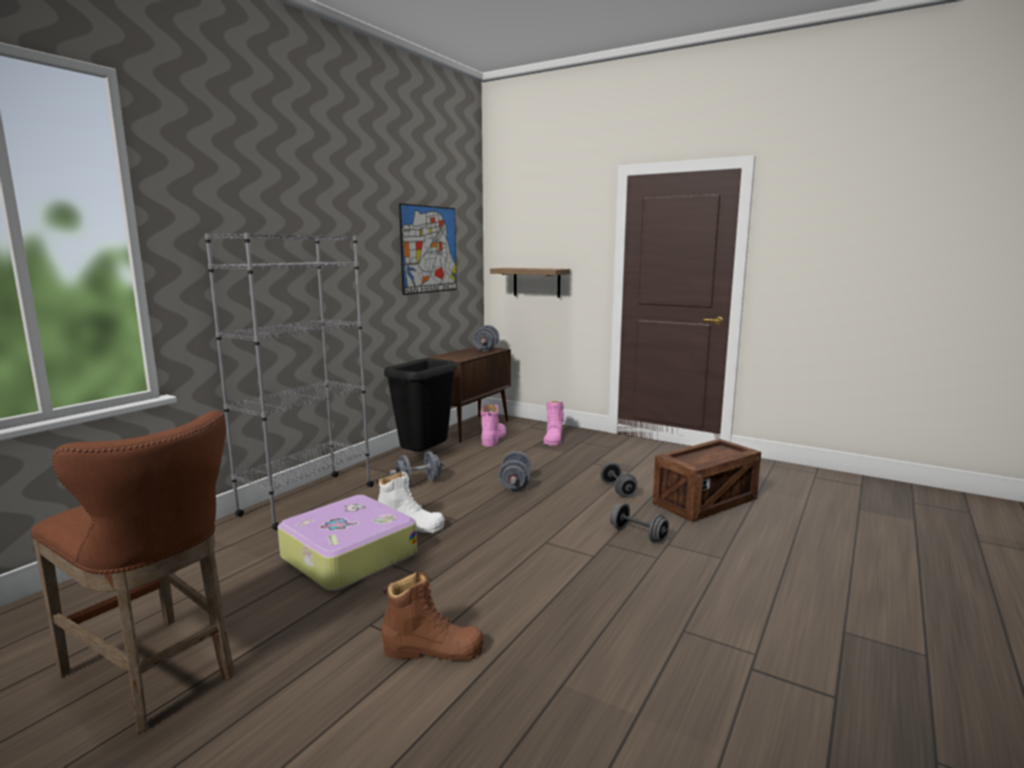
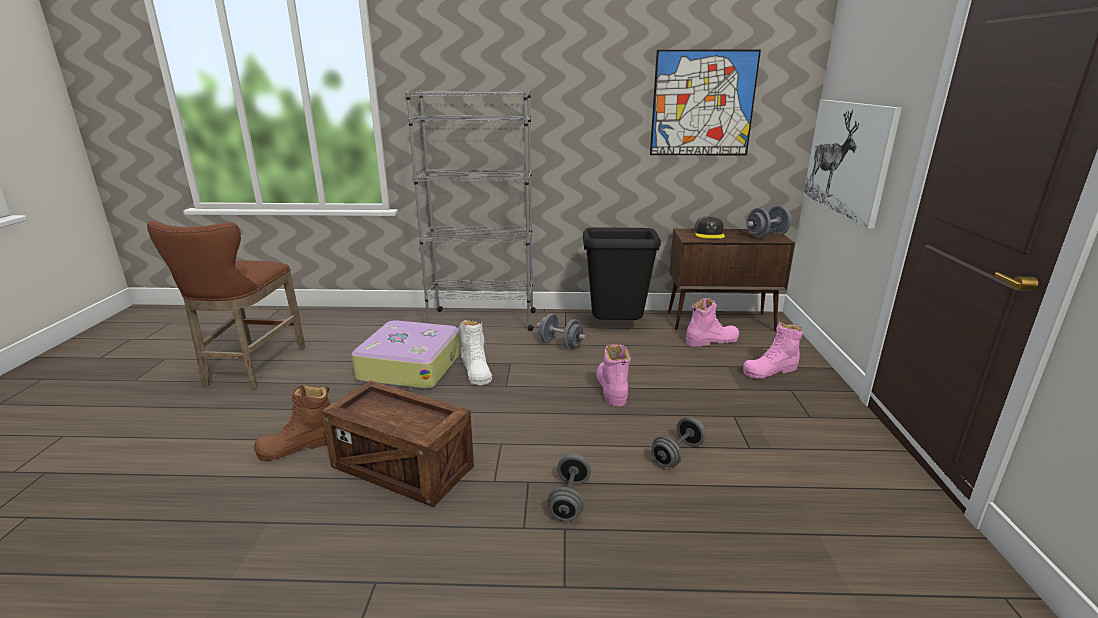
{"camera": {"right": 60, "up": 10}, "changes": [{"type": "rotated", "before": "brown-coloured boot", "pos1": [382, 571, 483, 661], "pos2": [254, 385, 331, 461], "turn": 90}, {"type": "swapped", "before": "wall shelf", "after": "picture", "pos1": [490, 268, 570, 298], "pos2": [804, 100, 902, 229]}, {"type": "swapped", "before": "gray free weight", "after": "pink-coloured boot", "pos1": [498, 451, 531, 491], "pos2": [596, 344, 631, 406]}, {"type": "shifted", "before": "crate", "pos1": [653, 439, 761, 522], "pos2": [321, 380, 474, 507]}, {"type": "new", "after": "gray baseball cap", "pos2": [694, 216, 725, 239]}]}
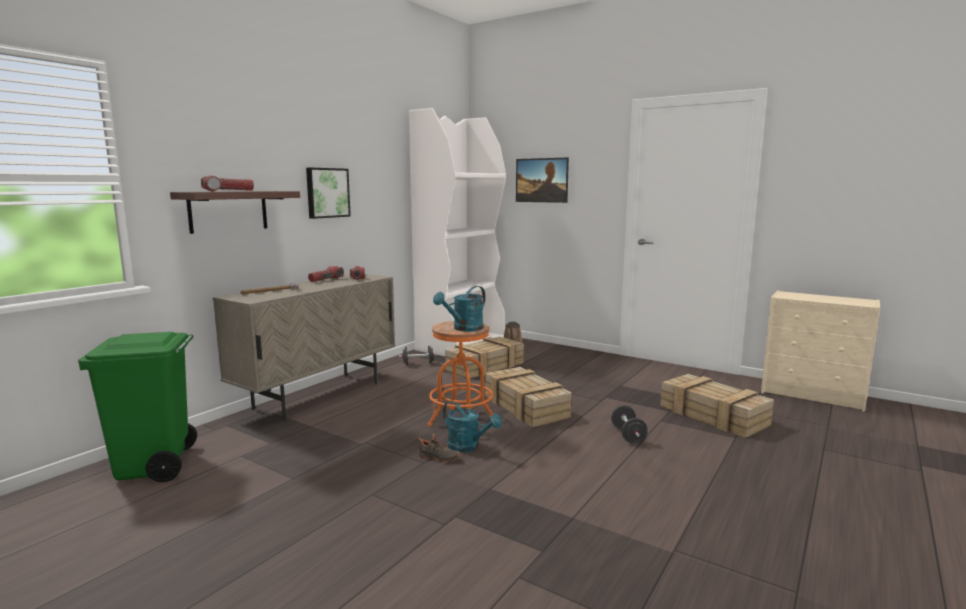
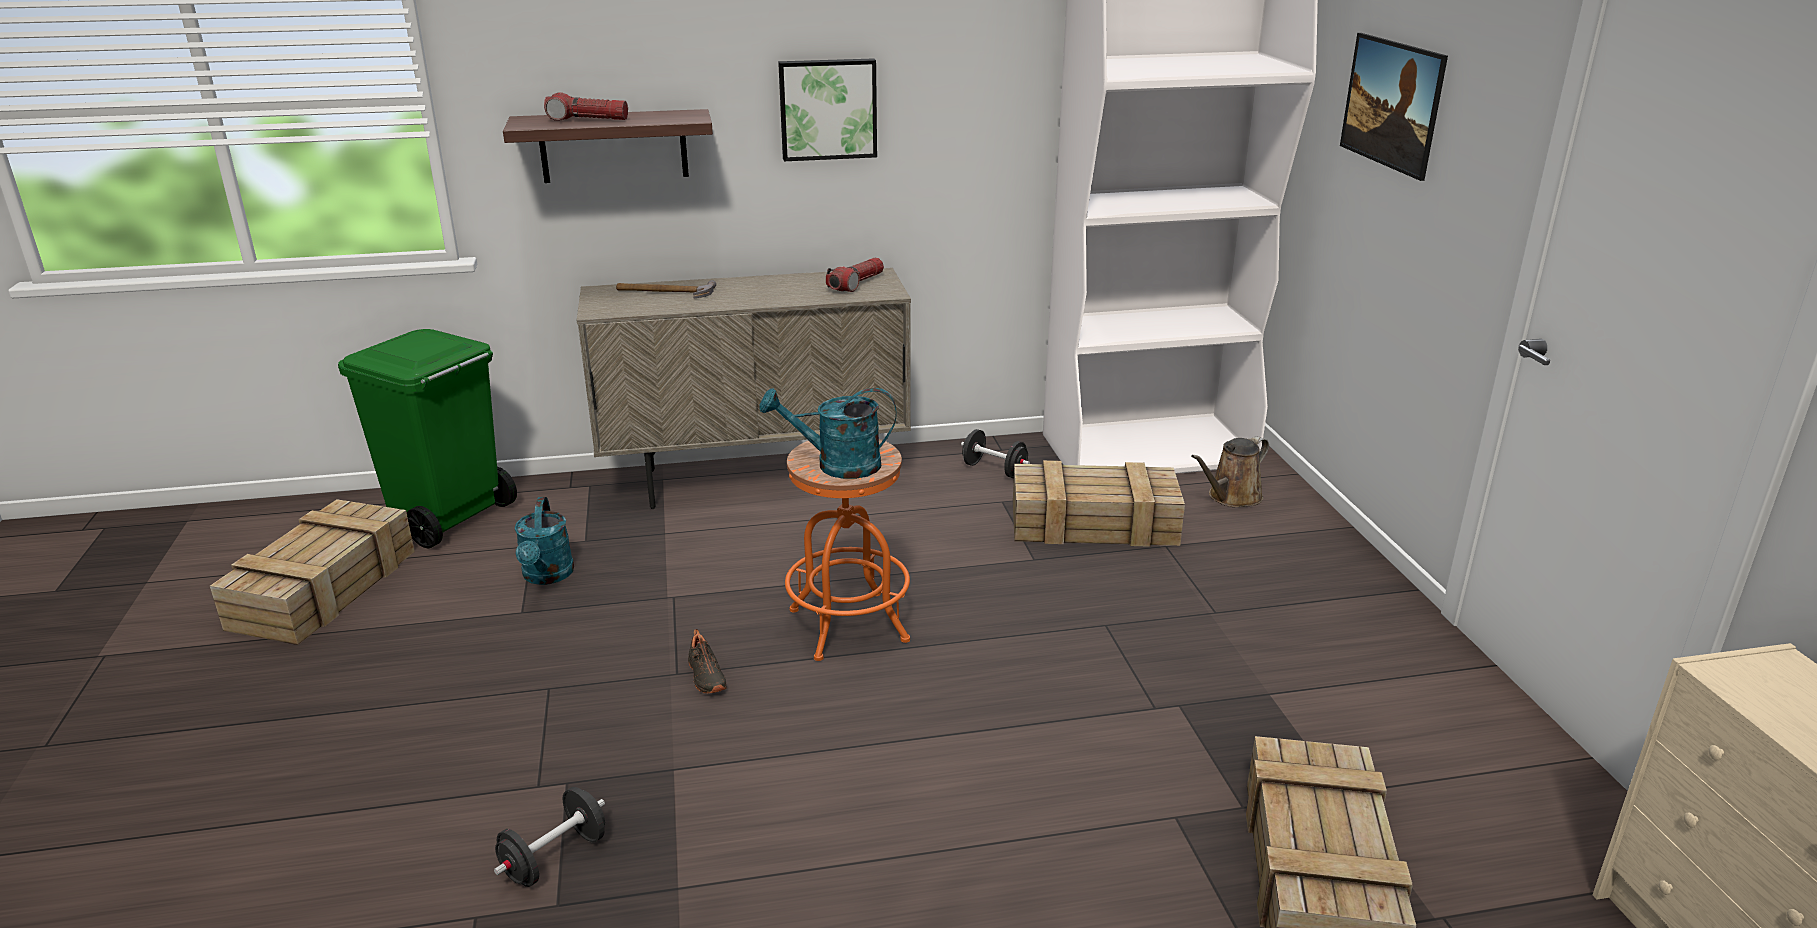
{"camera": {"right": 45, "up": 15}, "changes": [{"type": "gone", "before": "flashlight", "pos1": [308, 266, 344, 282]}, {"type": "shifted", "before": "turquoise-coloured watering pot", "pos1": [443, 401, 502, 452], "pos2": [514, 497, 574, 585]}, {"type": "shifted", "before": "crate", "pos1": [485, 367, 571, 427], "pos2": [210, 499, 415, 645]}, {"type": "shifted", "before": "black free weight", "pos1": [611, 405, 648, 444], "pos2": [494, 787, 605, 887]}]}
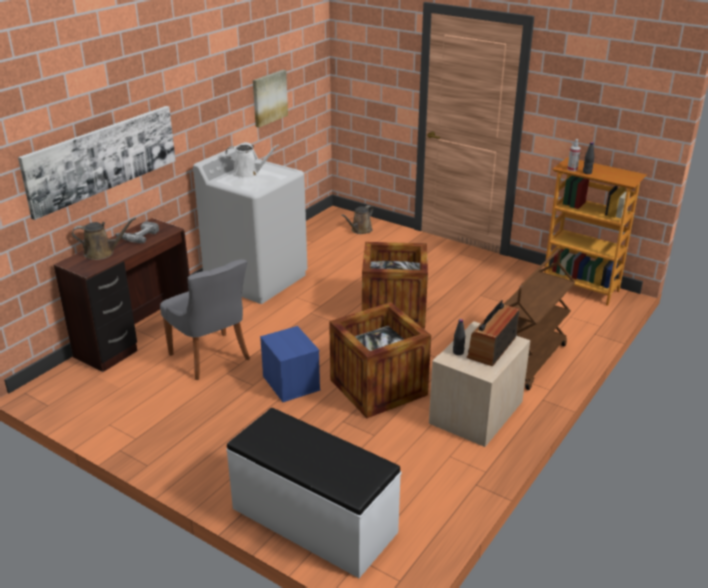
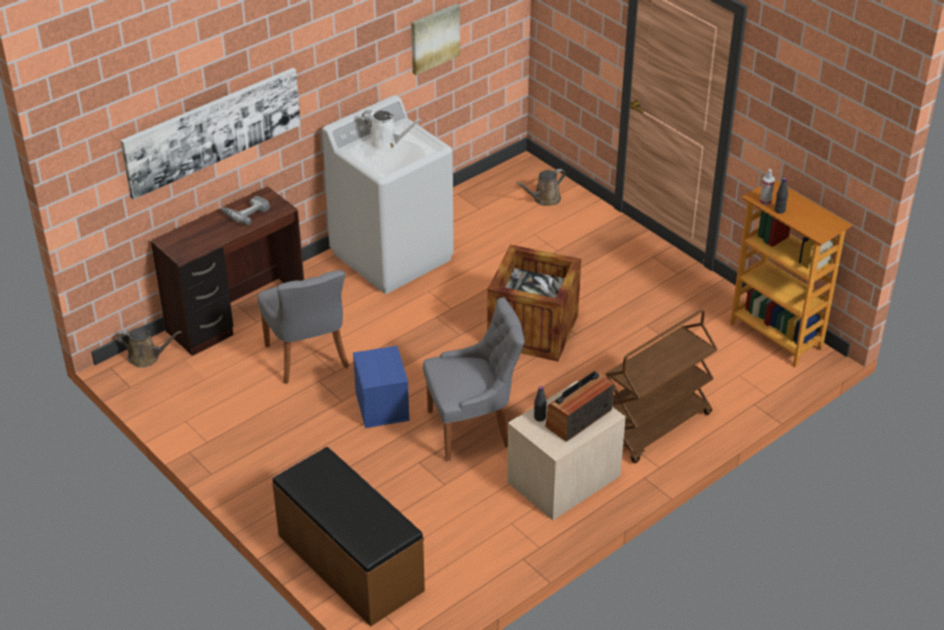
{"camera": {"right": 15, "up": 10}, "changes": [{"type": "shifted", "before": "brown-coloured watering pot", "pos1": [72, 217, 136, 260], "pos2": [116, 328, 182, 368]}, {"type": "repainted", "before": "whitish bench", "after": "brown-coloured bench", "pos1": [226, 408, 401, 578], "pos2": [272, 447, 425, 627]}, {"type": "swapped", "before": "crate", "after": "gray plain chair", "pos1": [329, 302, 431, 418], "pos2": [423, 297, 525, 461]}]}
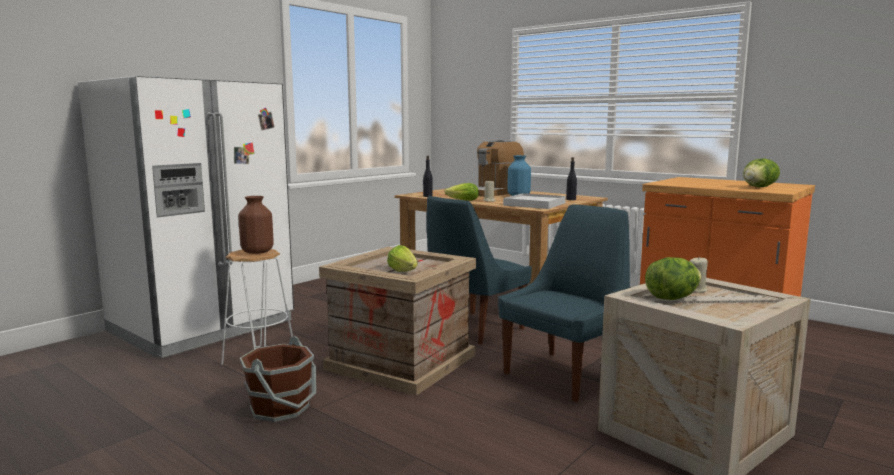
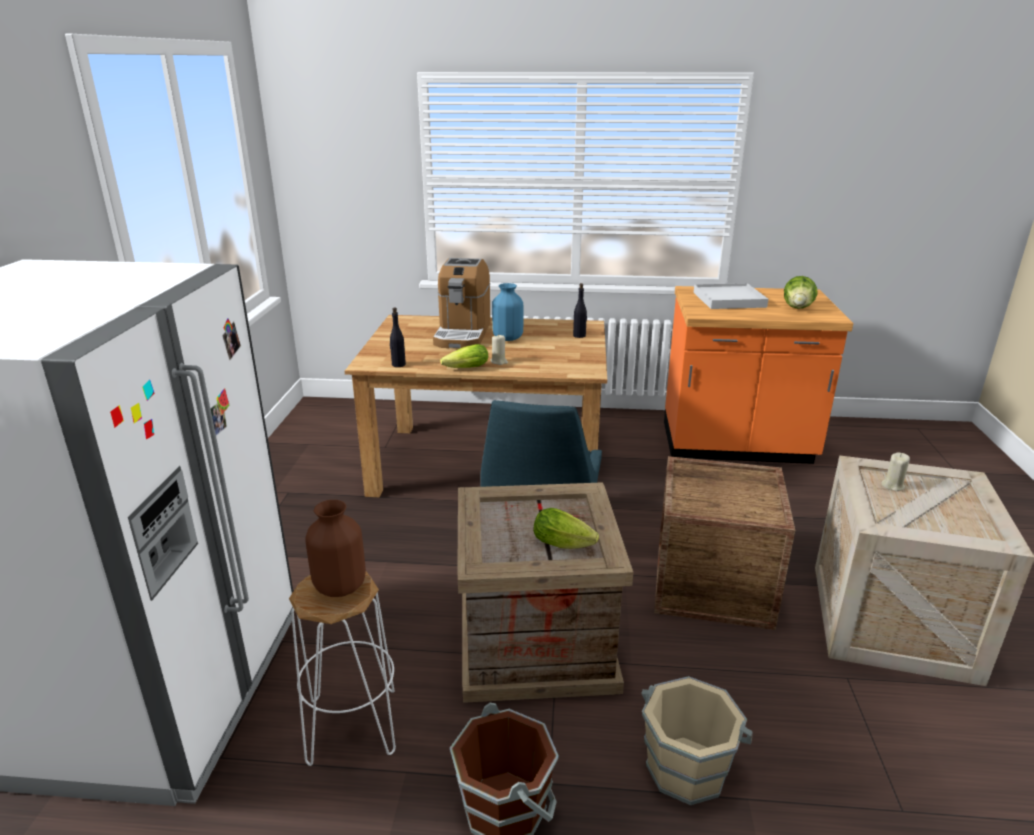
{"camera": {"right": -35, "up": 15}, "changes": [{"type": "swapped", "before": "blue plain chair", "after": "crate", "pos1": [498, 205, 630, 402], "pos2": [654, 456, 795, 630]}, {"type": "shifted", "before": "whitish carrying tray", "pos1": [503, 193, 566, 209], "pos2": [693, 283, 768, 309]}, {"type": "gone", "before": "lettuce", "pos1": [645, 257, 701, 300]}, {"type": "new", "after": "beige pail", "pos2": [641, 676, 752, 805]}]}
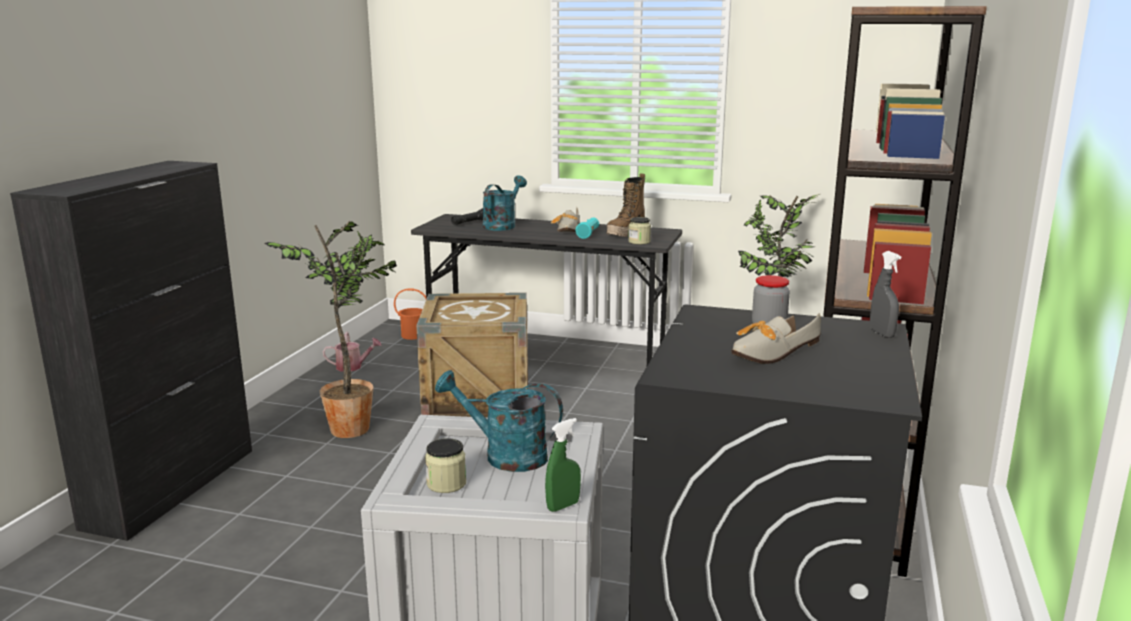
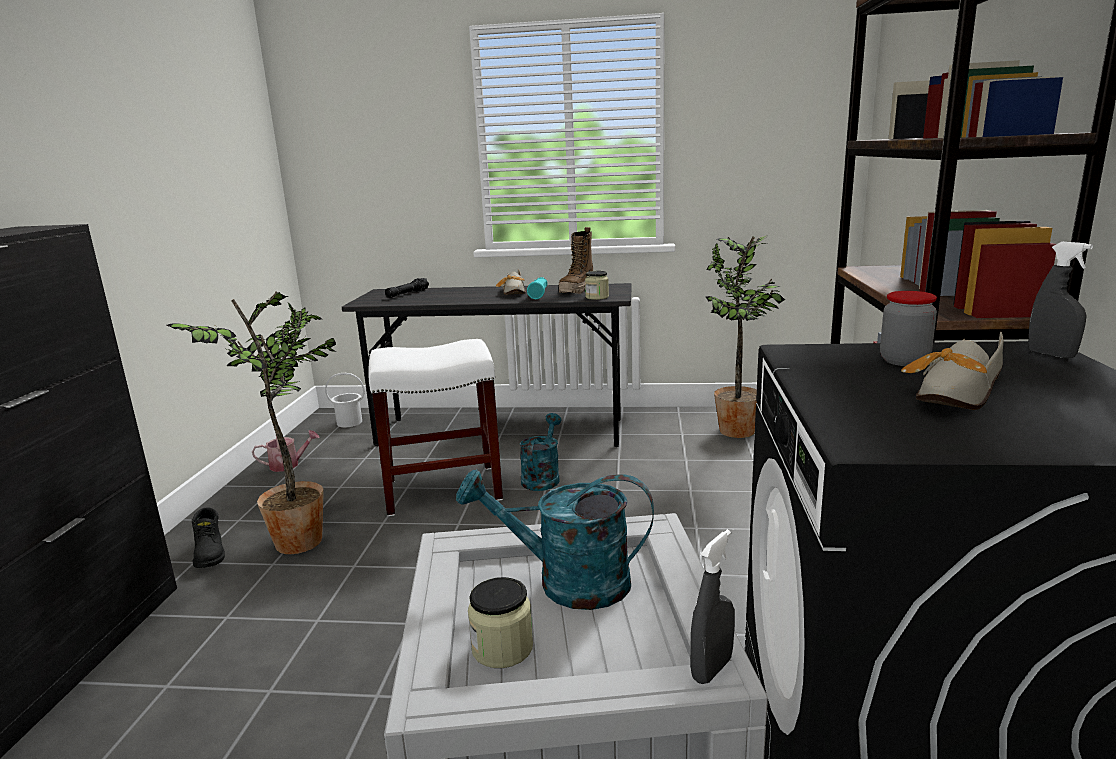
{"camera": {"right": -10, "up": 0}, "changes": [{"type": "repainted", "before": "orangey pail", "after": "whitish pail", "pos1": [394, 288, 426, 340], "pos2": [325, 373, 365, 427]}, {"type": "swapped", "before": "crate", "after": "whitish stool seat", "pos1": [416, 293, 528, 418], "pos2": [368, 339, 503, 516]}, {"type": "shifted", "before": "turquoise-coloured watering pot", "pos1": [483, 175, 527, 231], "pos2": [520, 413, 561, 491]}, {"type": "repainted", "before": "greenish spray bottle", "after": "gray spray bottle", "pos1": [545, 418, 581, 512], "pos2": [690, 530, 735, 684]}, {"type": "new", "after": "black boot", "pos2": [192, 507, 225, 568]}]}
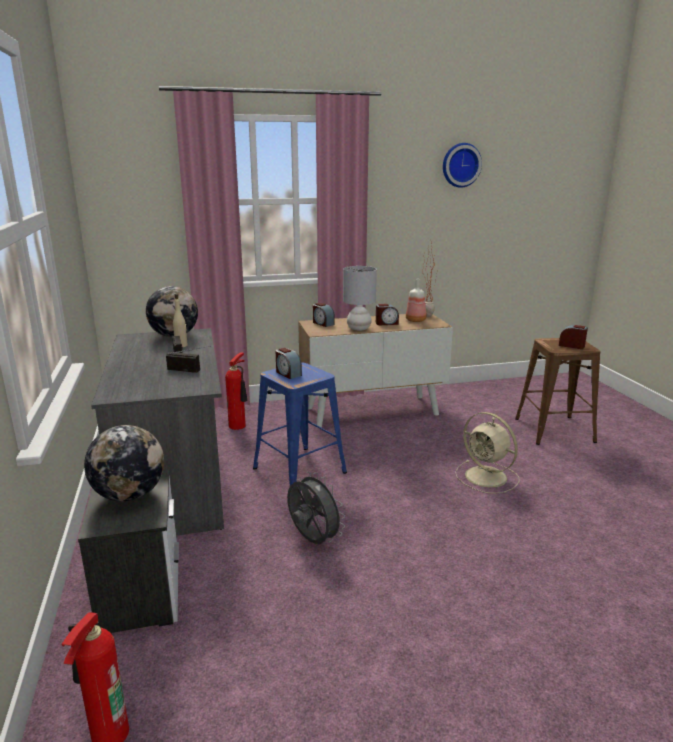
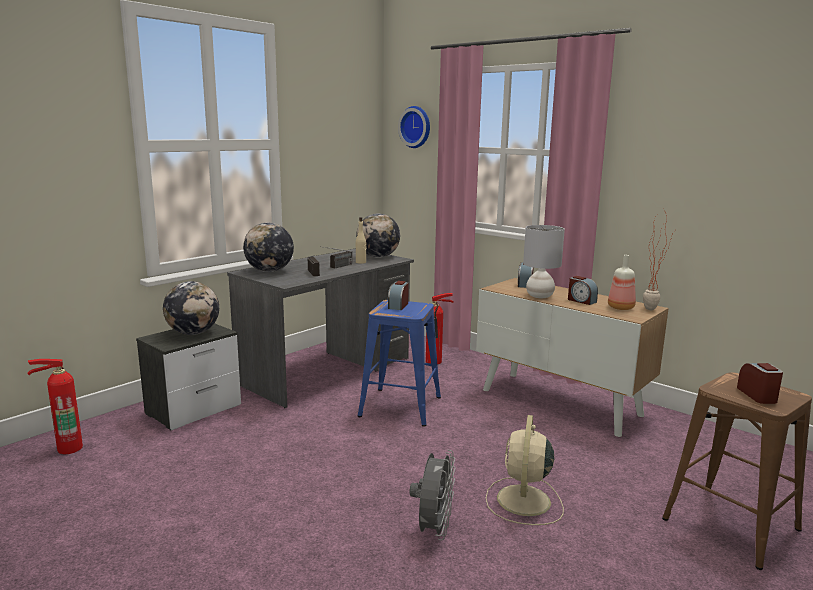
{"camera": {"right": 55, "up": -5}, "changes": [{"type": "shifted", "before": "gray fan", "pos1": [287, 471, 345, 544], "pos2": [409, 450, 456, 540]}, {"type": "shifted", "before": "clock on the wall", "pos1": [443, 143, 482, 188], "pos2": [398, 106, 430, 148]}, {"type": "new", "after": "globe", "pos2": [243, 223, 294, 272]}]}
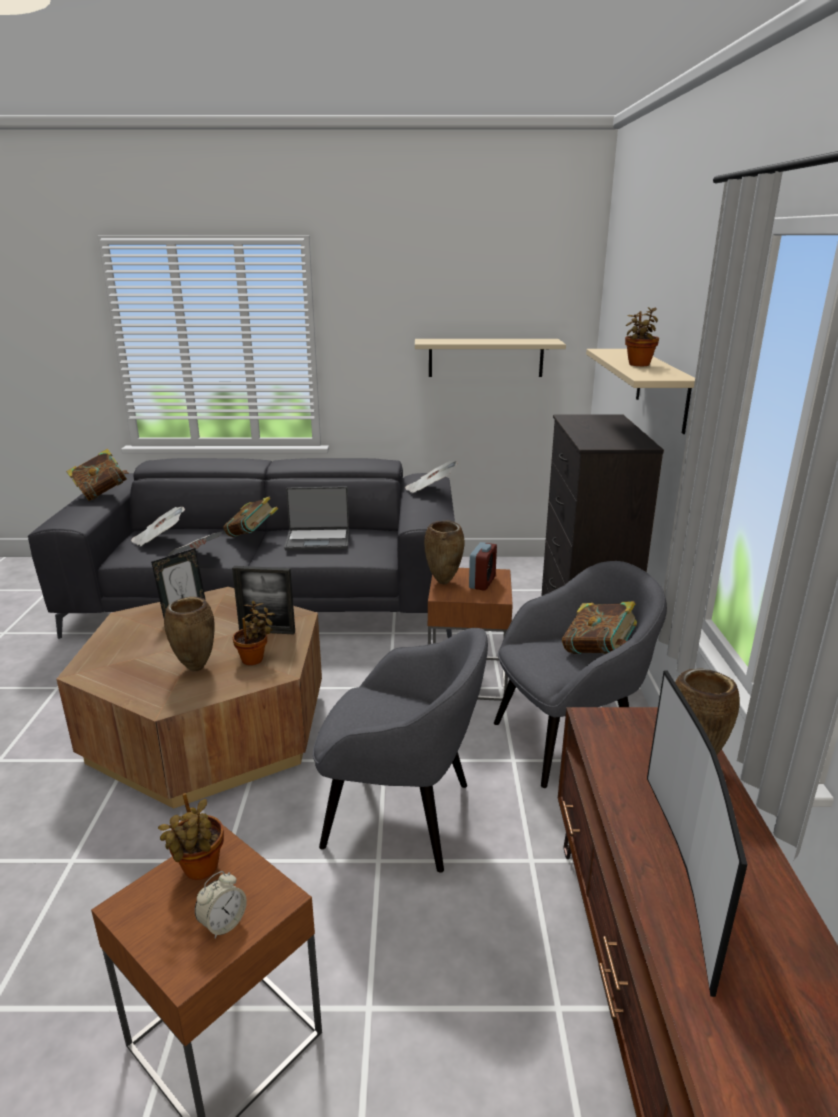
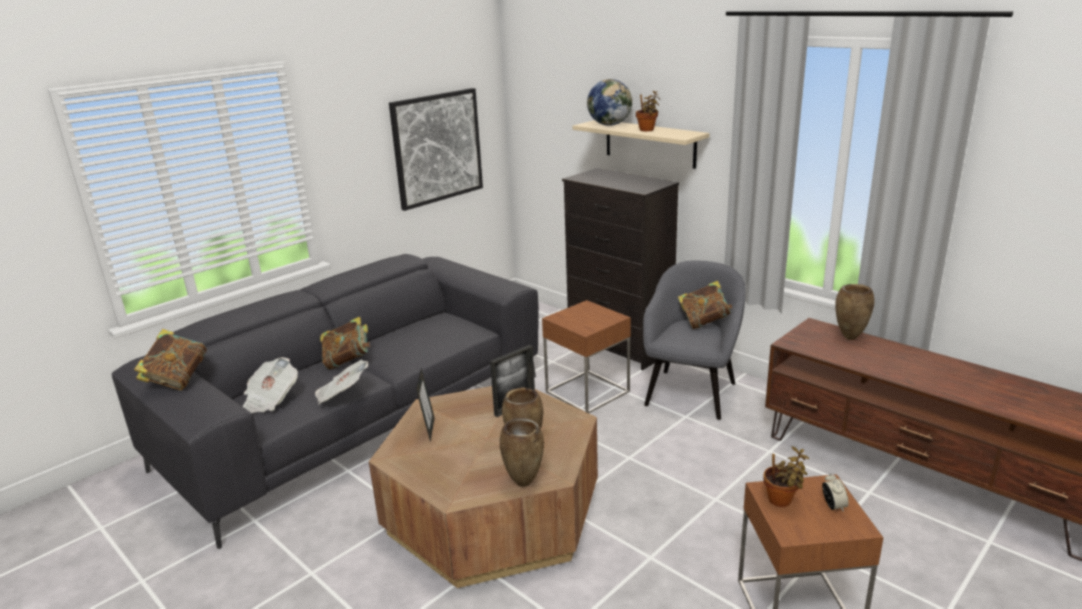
{"camera": {"right": -45, "up": 0}, "changes": [{"type": "gone", "before": "houseplant", "pos1": [233, 601, 275, 665]}, {"type": "gone", "before": "portable computer", "pos1": [284, 486, 349, 551]}, {"type": "gone", "before": "gray lounge chair", "pos1": [313, 628, 488, 873]}, {"type": "gone", "before": "newspaper", "pos1": [405, 461, 458, 493]}, {"type": "swapped", "before": "beige wall shelf", "after": "picture", "pos1": [415, 339, 566, 377], "pos2": [389, 88, 483, 211]}, {"type": "shifted", "before": "brown-coloured decorative vase", "pos1": [424, 520, 464, 585], "pos2": [500, 418, 544, 487]}, {"type": "gone", "before": "bedside clock", "pos1": [469, 542, 497, 591]}, {"type": "gone", "before": "TV set", "pos1": [647, 670, 747, 997]}, {"type": "new", "after": "globe", "pos2": [587, 79, 633, 126]}]}
